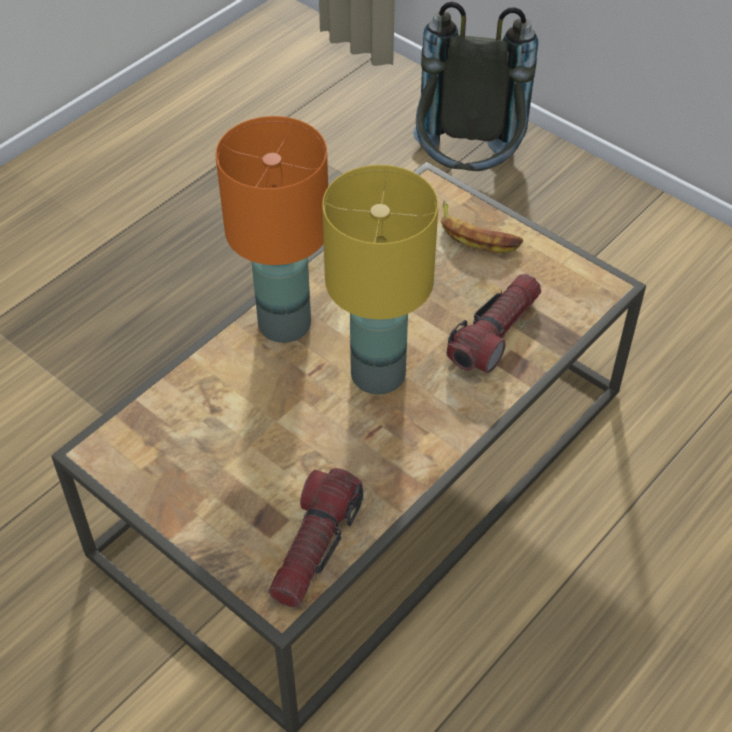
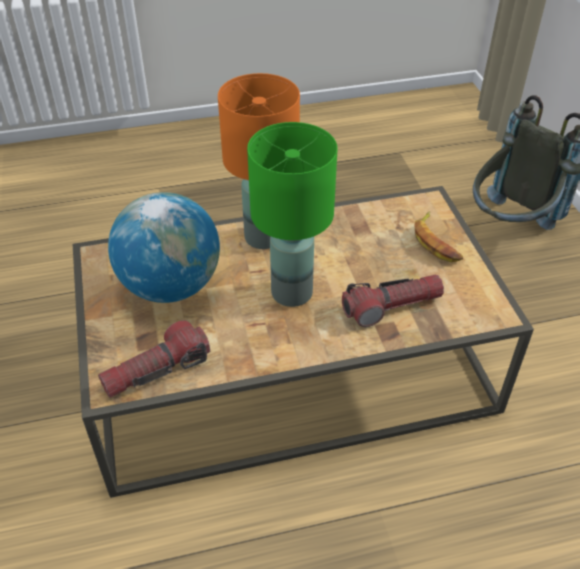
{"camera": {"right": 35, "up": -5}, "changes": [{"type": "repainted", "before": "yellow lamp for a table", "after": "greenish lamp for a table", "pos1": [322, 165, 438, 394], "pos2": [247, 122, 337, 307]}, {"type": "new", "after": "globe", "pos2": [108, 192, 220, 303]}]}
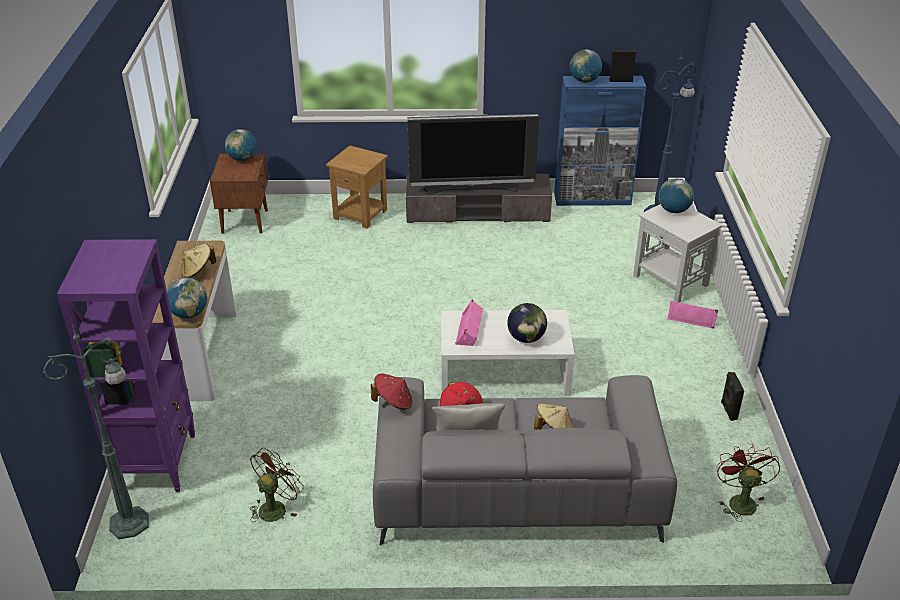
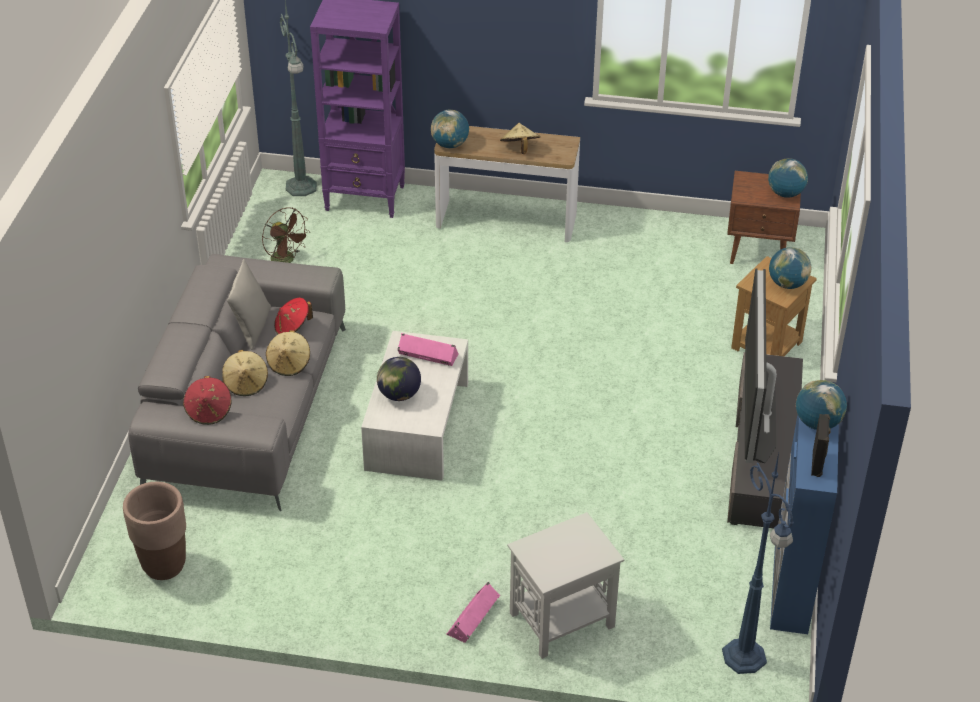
{"camera": {"right": 100, "up": 5}, "changes": [{"type": "shifted", "before": "reddish hat", "pos1": [371, 373, 413, 410], "pos2": [183, 376, 231, 425]}, {"type": "shifted", "before": "globe", "pos1": [659, 179, 694, 213], "pos2": [769, 247, 811, 289]}, {"type": "swapped", "before": "reddish fan", "after": "brown-coloured flower pot", "pos1": [717, 444, 780, 522], "pos2": [123, 482, 186, 580]}, {"type": "gone", "before": "black audio speaker", "pos1": [721, 372, 744, 421]}, {"type": "new", "after": "beige hat", "pos2": [266, 330, 310, 376]}]}
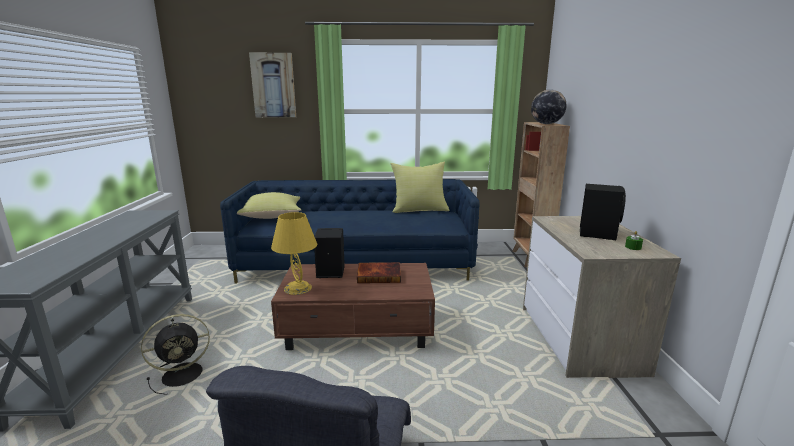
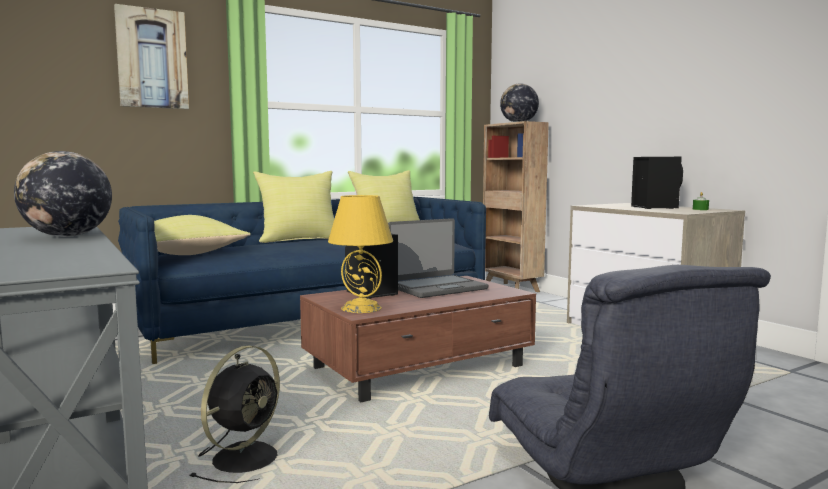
{"camera": {"right": -30, "up": -10}, "changes": [{"type": "swapped", "before": "bound book", "after": "portable computer", "pos1": [357, 262, 401, 283], "pos2": [388, 218, 488, 298]}, {"type": "new", "after": "globe", "pos2": [14, 151, 112, 237]}, {"type": "new", "after": "yellow throw pillow", "pos2": [253, 171, 334, 243]}]}
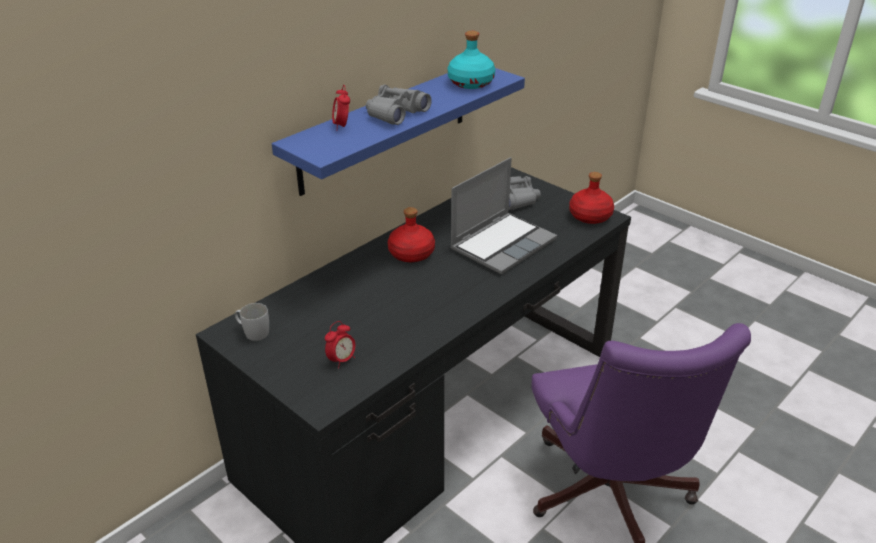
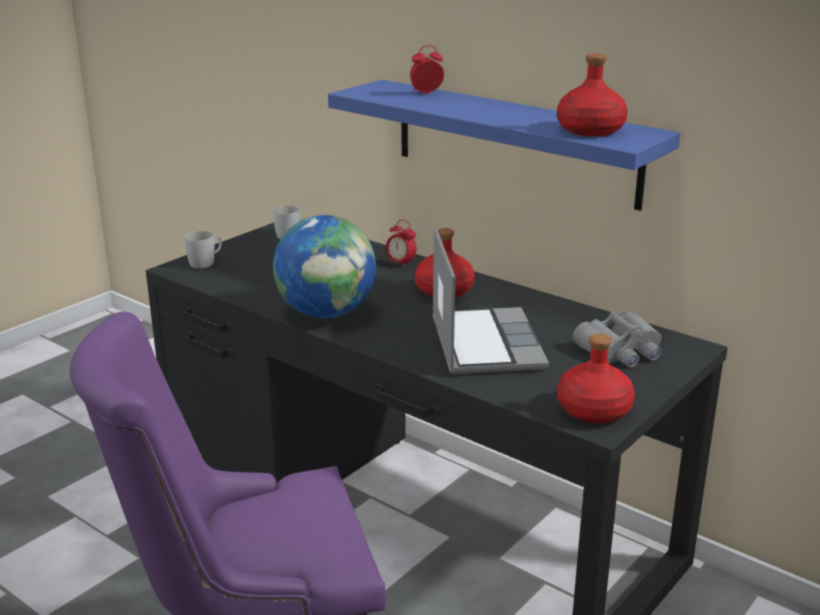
{"camera": {"right": 85, "up": -10}, "changes": [{"type": "shifted", "before": "bedside clock", "pos1": [325, 321, 355, 369], "pos2": [386, 220, 416, 268]}, {"type": "gone", "before": "gray binoculars", "pos1": [366, 84, 432, 125]}, {"type": "repainted", "before": "turquoise-coloured bottle", "after": "reddish bottle", "pos1": [448, 31, 495, 89], "pos2": [557, 53, 628, 137]}, {"type": "rotated", "before": "portable computer", "pos1": [450, 157, 557, 275], "pos2": [432, 228, 549, 374], "turn": -135}, {"type": "new", "after": "whitish coffee mug", "pos2": [185, 231, 222, 268]}, {"type": "new", "after": "globe", "pos2": [273, 215, 376, 318]}]}
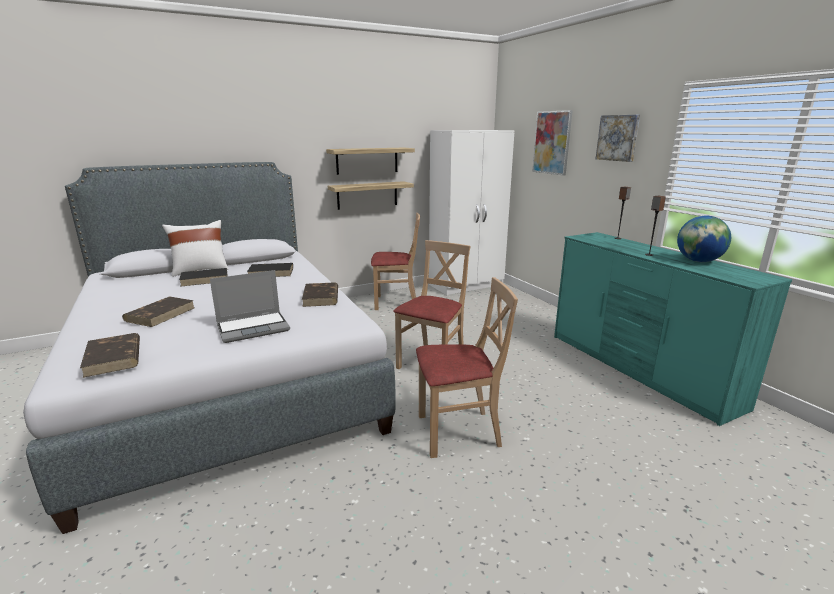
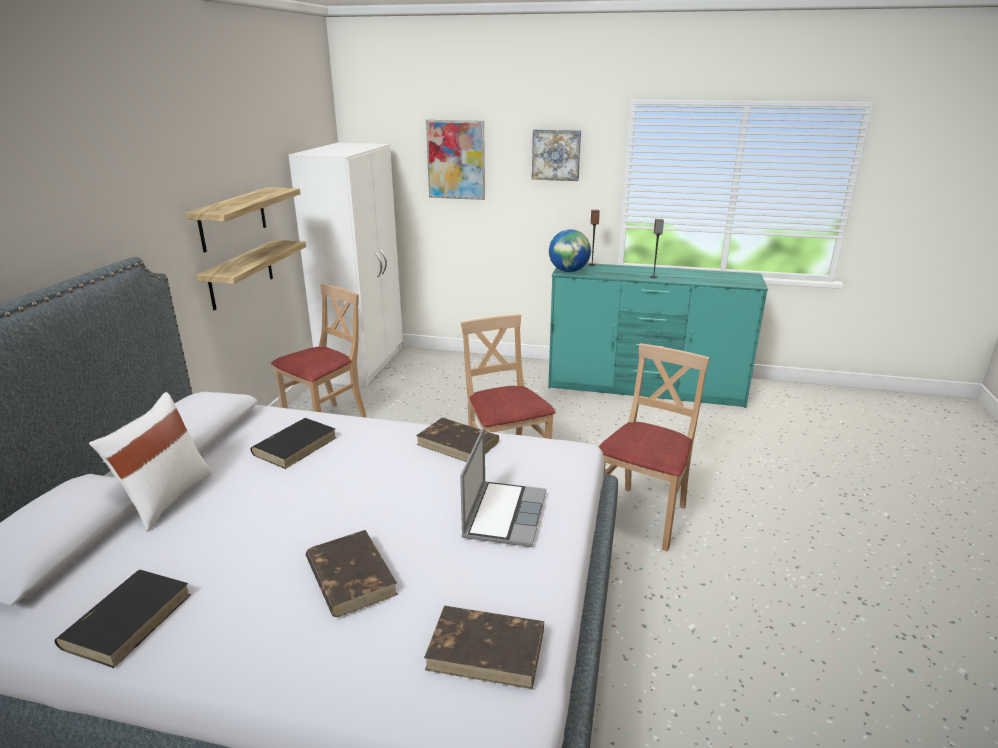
{"camera": {"right": -50, "up": 5}, "changes": [{"type": "shifted", "before": "black bound book", "pos1": [179, 268, 227, 287], "pos2": [55, 570, 191, 668]}, {"type": "shifted", "before": "globe", "pos1": [677, 216, 731, 262], "pos2": [549, 229, 591, 272]}]}
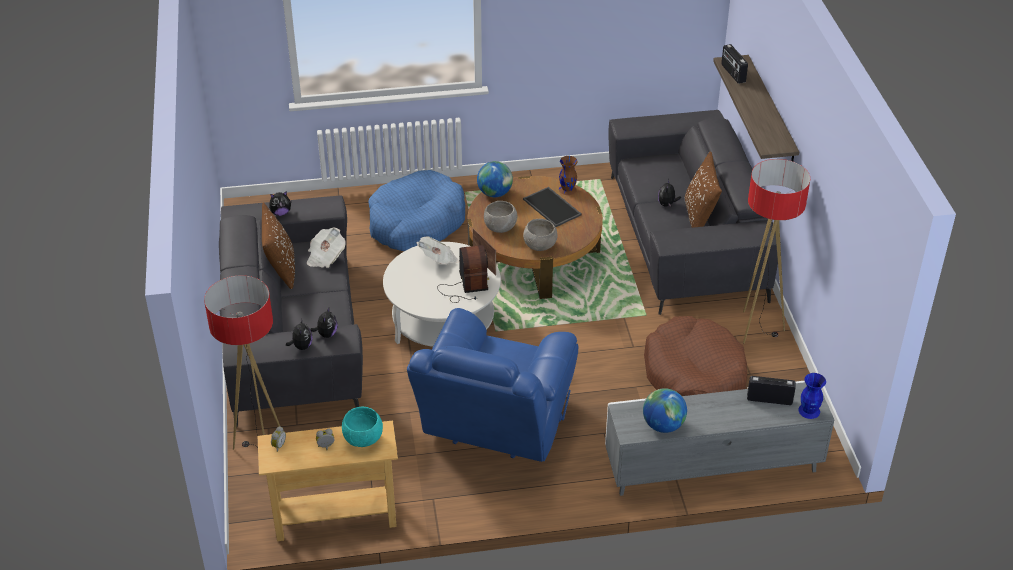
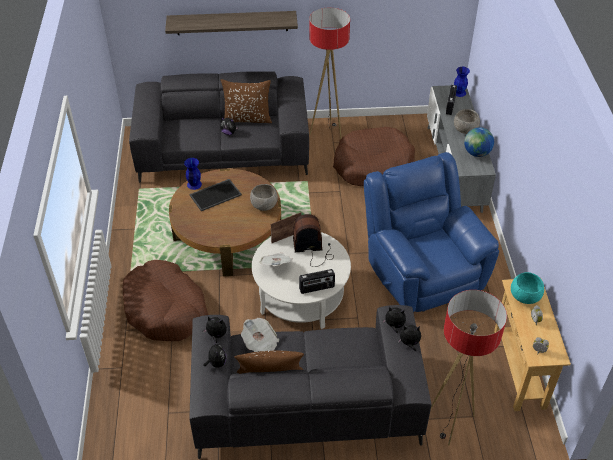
{"camera": {"right": -85, "up": 5}, "changes": [{"type": "repainted", "before": "blue dog cushion", "after": "brown-coloured dog cushion", "pos1": [369, 170, 465, 251], "pos2": [123, 260, 208, 341]}, {"type": "rotated", "before": "blue lounge chair", "pos1": [407, 308, 578, 462], "pos2": [364, 152, 499, 312], "turn": -135}, {"type": "gone", "before": "globe", "pos1": [477, 161, 513, 197]}, {"type": "shifted", "before": "gray bowl", "pos1": [484, 201, 517, 233], "pos2": [454, 109, 480, 134]}, {"type": "repainted", "before": "brown-coloured decorative vase", "after": "blue decorative vase", "pos1": [559, 156, 578, 195], "pos2": [184, 158, 202, 190]}, {"type": "shifted", "before": "radio set", "pos1": [721, 44, 748, 84], "pos2": [299, 269, 335, 294]}, {"type": "new", "after": "plush toy", "pos2": [203, 316, 227, 343]}]}
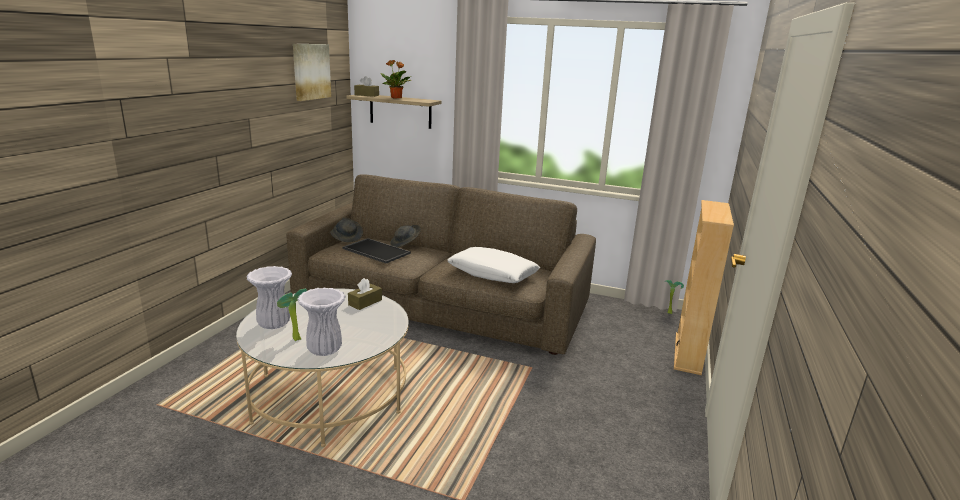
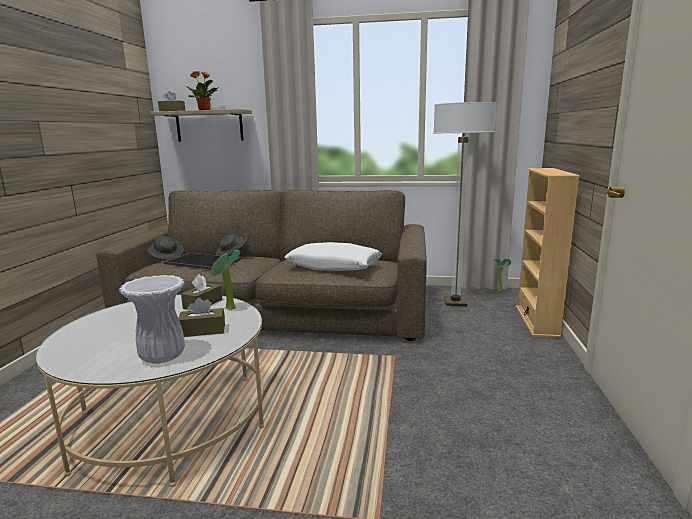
{"camera": {"right": -10, "up": -5}, "changes": [{"type": "gone", "before": "whitish decorative vase", "pos1": [247, 266, 292, 329]}, {"type": "shifted", "before": "houseplant", "pos1": [277, 289, 307, 341], "pos2": [210, 250, 240, 310]}, {"type": "gone", "before": "picture", "pos1": [293, 44, 331, 101]}, {"type": "new", "after": "brown-coloured box of tissues", "pos2": [178, 298, 225, 337]}, {"type": "new", "after": "standing lamp", "pos2": [433, 102, 497, 306]}]}
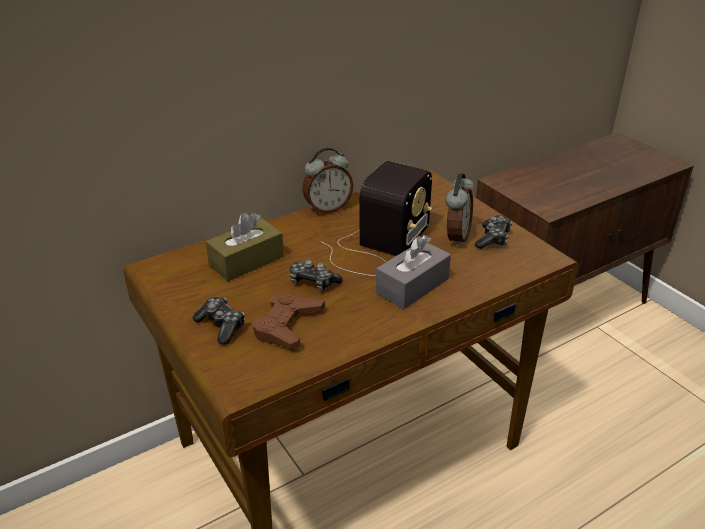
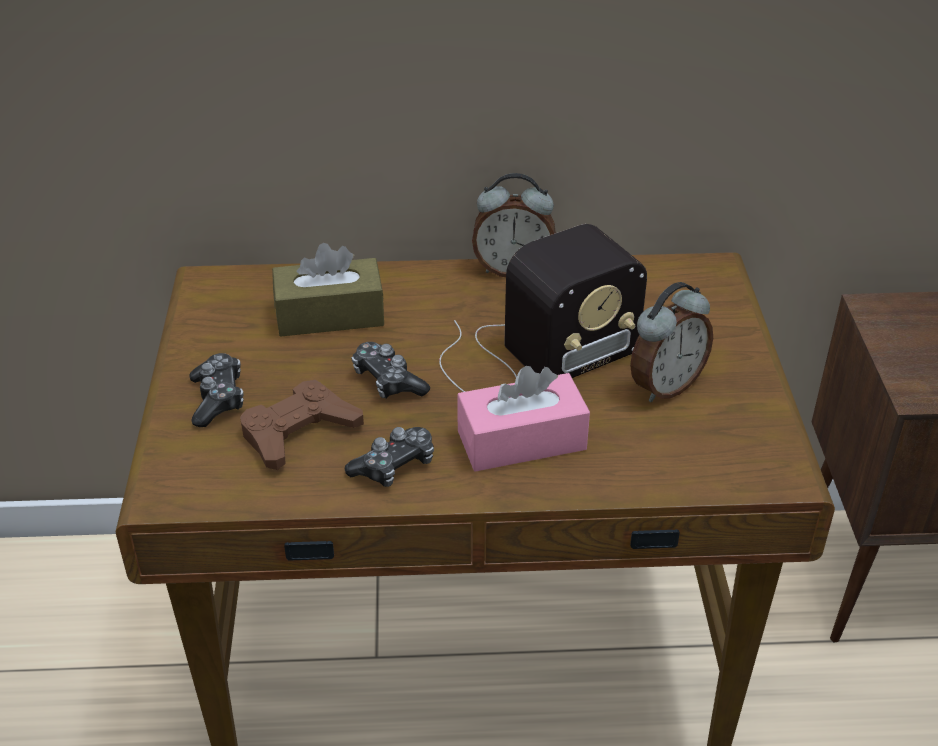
{"camera": {"right": 30, "up": 5}, "changes": [{"type": "repainted", "before": "gray box of tissues", "after": "pink-coloured box of tissues", "pos1": [376, 235, 451, 309], "pos2": [457, 366, 590, 472]}, {"type": "shifted", "before": "gamepad", "pos1": [475, 215, 512, 249], "pos2": [345, 427, 434, 487]}]}
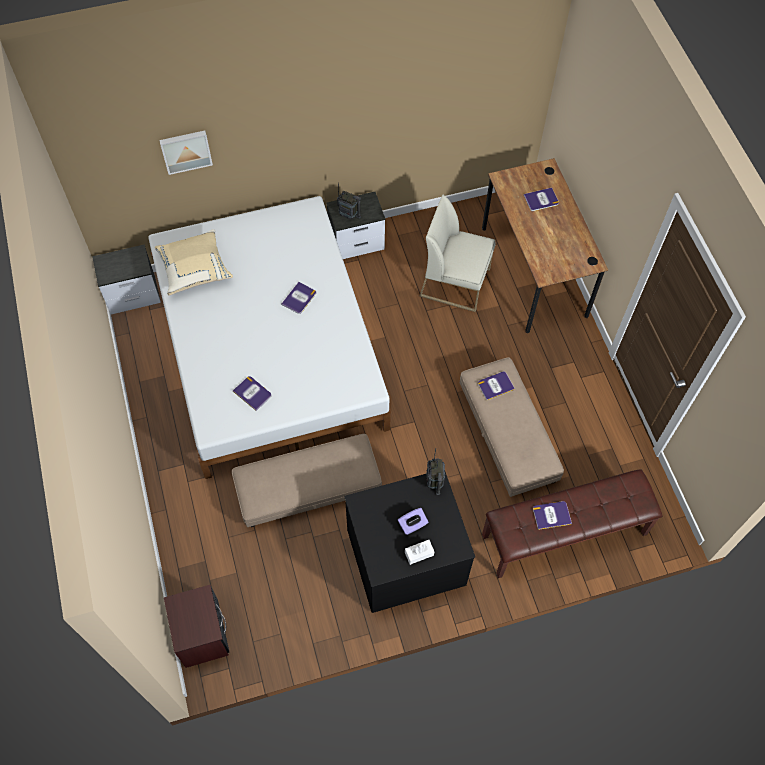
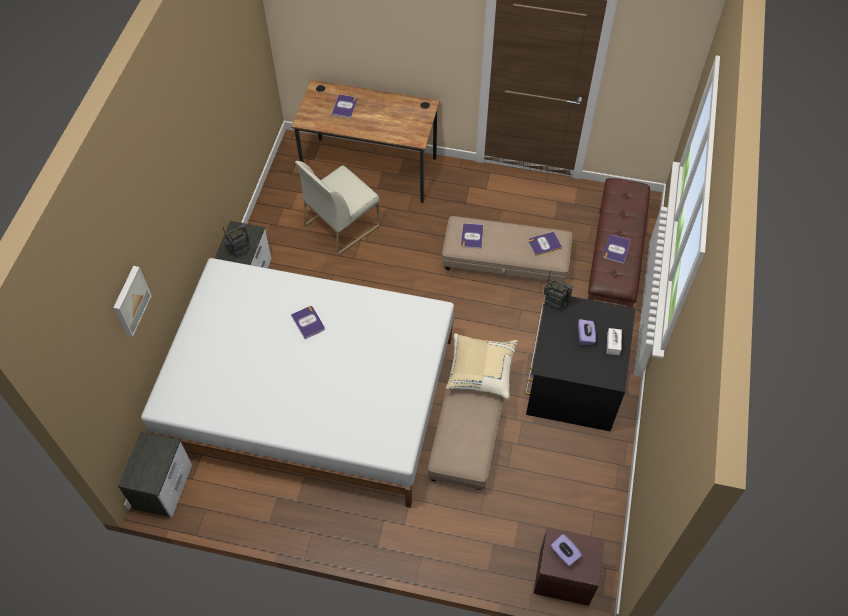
{"camera": {"right": -60, "up": -5}, "changes": [{"type": "shifted", "before": "beige throw pillow", "pos1": [155, 229, 233, 296], "pos2": [446, 333, 517, 400]}, {"type": "shifted", "before": "bound book", "pos1": [233, 376, 271, 411], "pos2": [528, 232, 562, 256]}, {"type": "new", "after": "purple box of tissues", "pos2": [551, 534, 582, 566]}]}
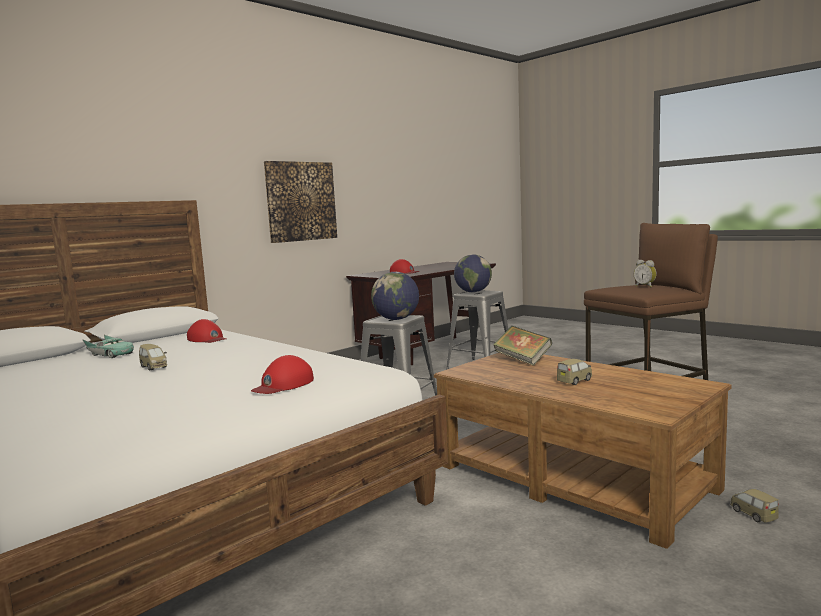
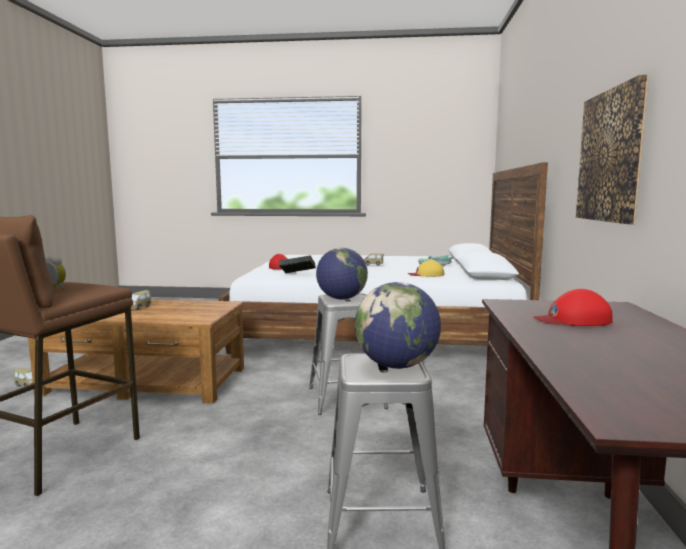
{"camera": {"right": 140, "up": 0}, "changes": [{"type": "repainted", "before": "reddish baseball cap", "after": "yellow baseball cap", "pos1": [187, 319, 226, 343], "pos2": [408, 260, 445, 277]}, {"type": "shifted", "before": "bound book", "pos1": [493, 326, 552, 366], "pos2": [279, 255, 316, 273]}]}
